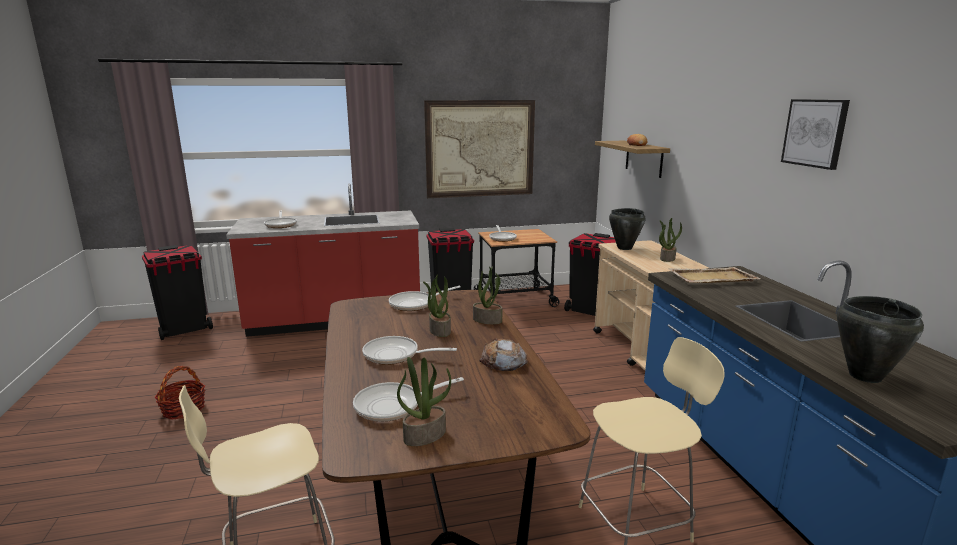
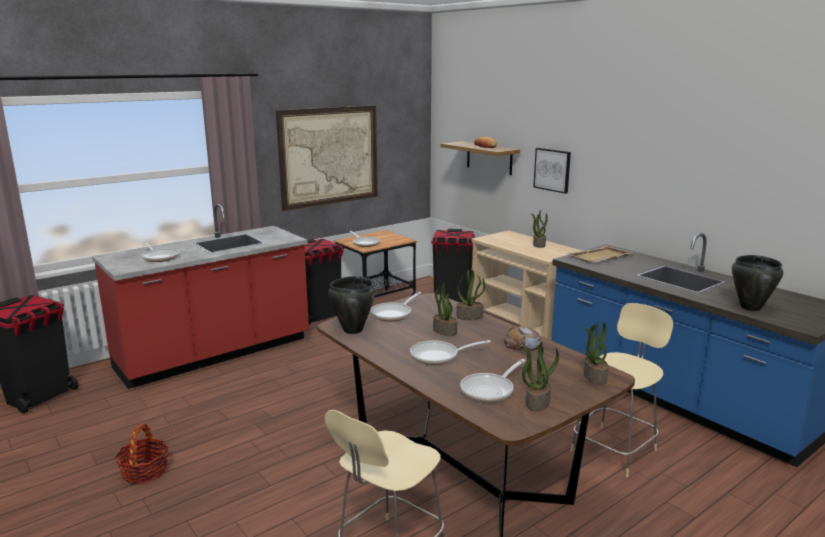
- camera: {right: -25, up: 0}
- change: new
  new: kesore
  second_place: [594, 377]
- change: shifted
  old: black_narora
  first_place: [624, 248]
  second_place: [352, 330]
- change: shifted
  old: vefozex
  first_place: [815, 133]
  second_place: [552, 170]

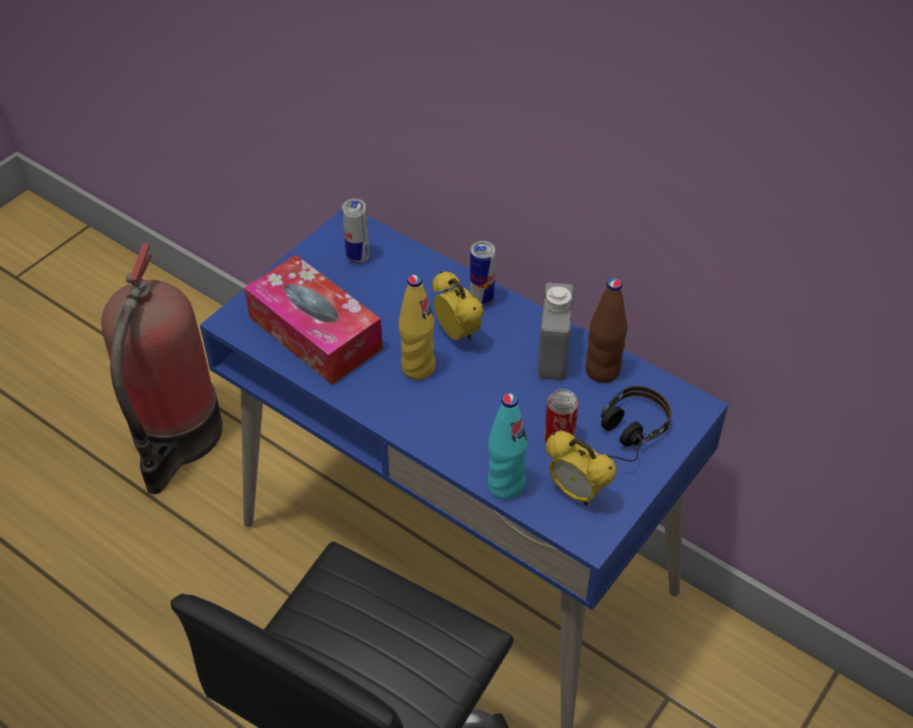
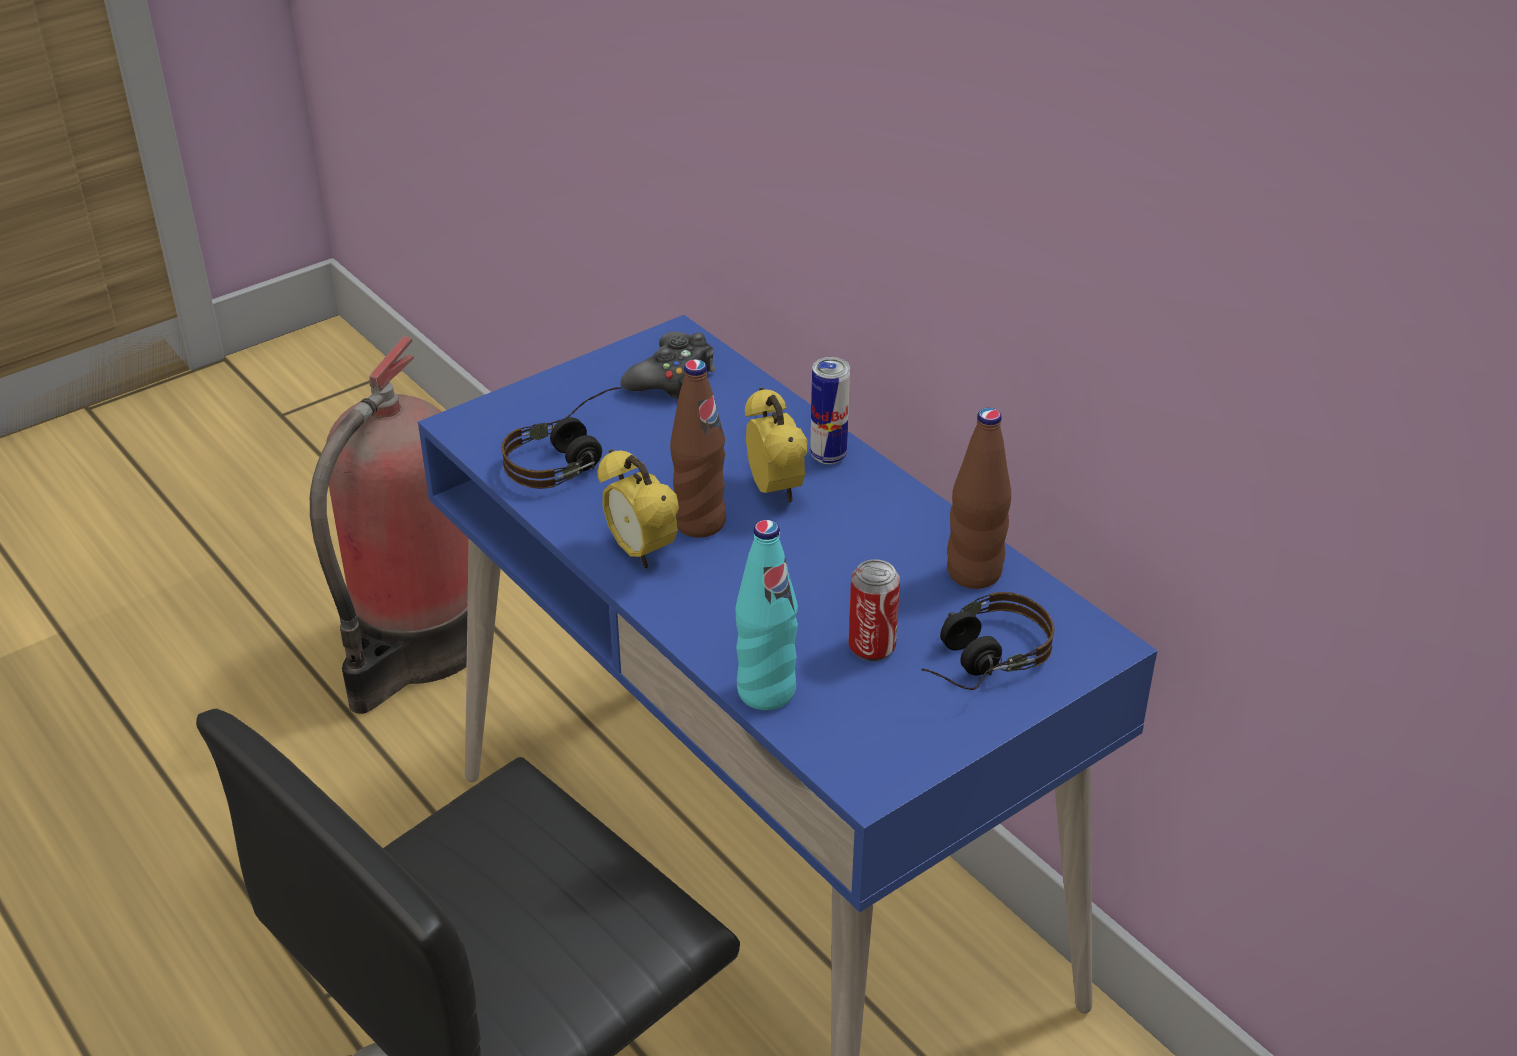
- camera: {right: 15, up: -10}
- change: gone
  old: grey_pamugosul
  first_place: [553, 355]
- change: shifted
  old: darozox
  first_place: [576, 492]
  second_place: [641, 552]
- change: swapped
  old: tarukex
  new: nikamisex
  first_place: [315, 333]
  second_place: [571, 456]
- change: swapped
  old: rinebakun
  new: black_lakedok
  first_place: [358, 258]
  second_place: [672, 378]
- change: repainted
  old: yellow_pamugosul
  new: brown_pamugosul
  first_place: [418, 368]
  second_place: [699, 522]

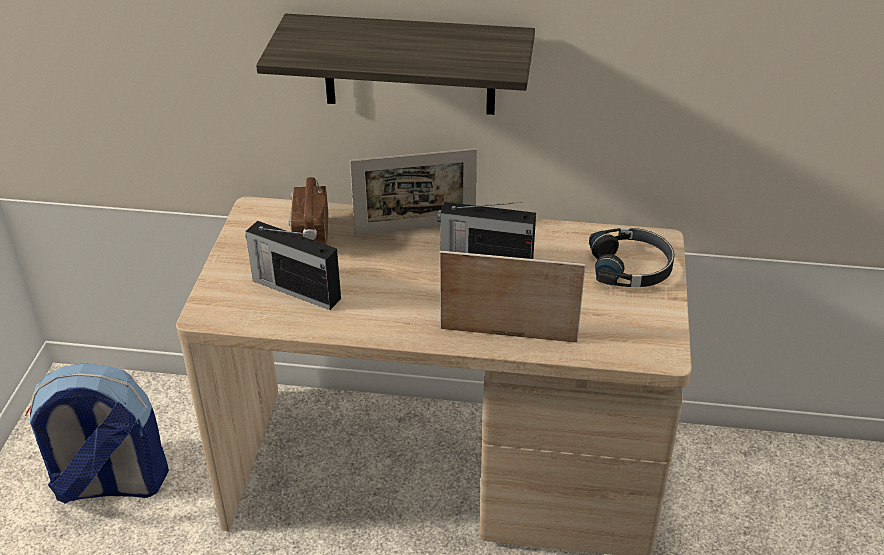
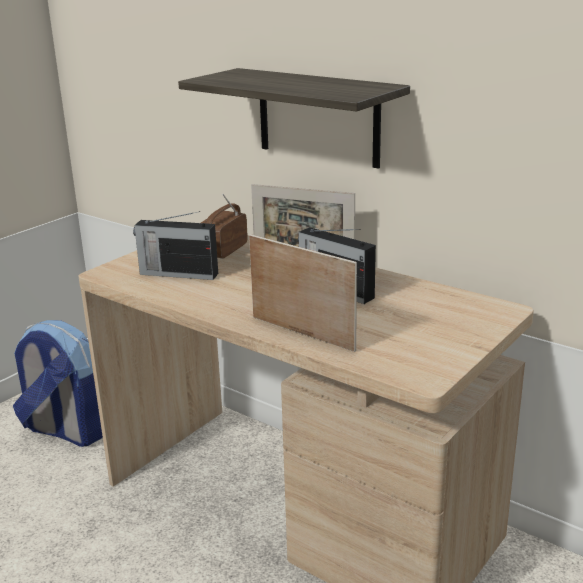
- camera: {right: 30, up: -15}
- change: gone
  old: black_nikamisex
  first_place: [631, 267]
- change: rotated
  old: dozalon
  first_place: [295, 289]
  second_place: [177, 273]
  degrees: -45

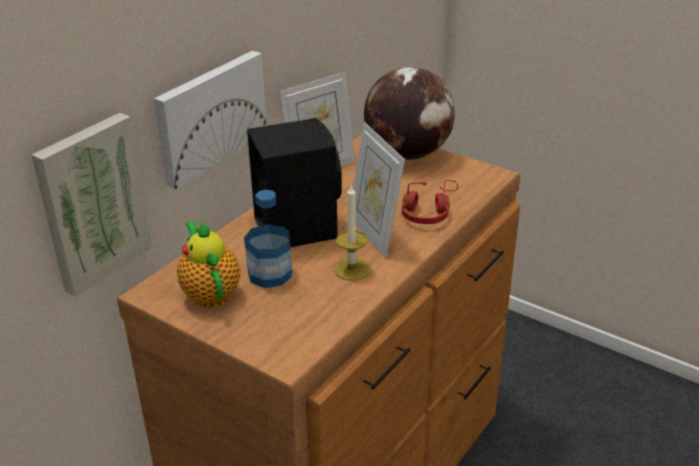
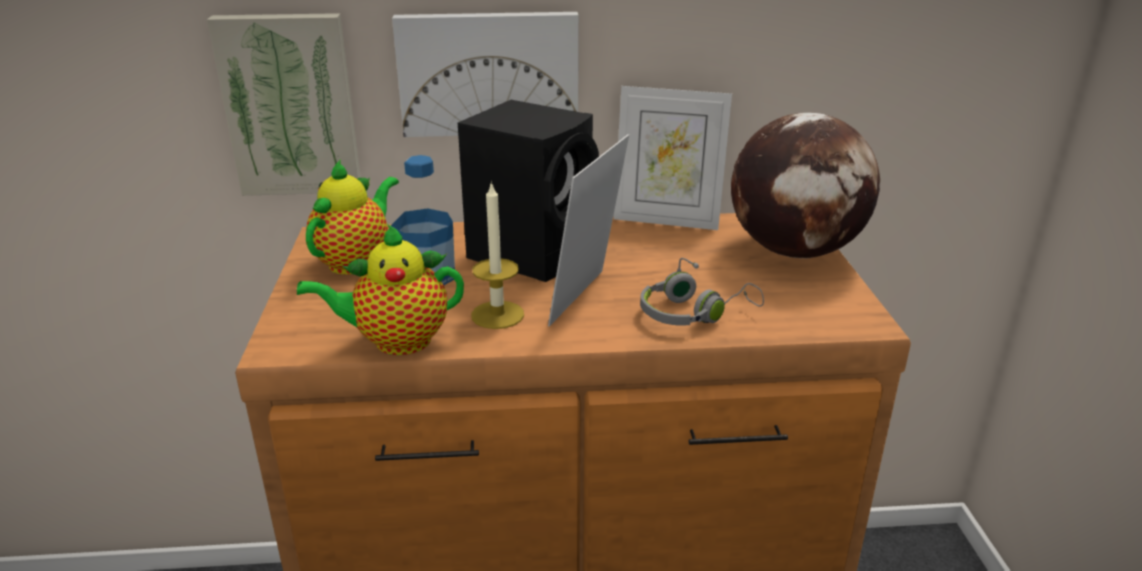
- camera: {right: 50, up: -5}
- change: new
  new: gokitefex
  second_place: [396, 341]
- change: repainted
  old: red_nikamisex
  new: grey_nikamisex
  first_place: [428, 212]
  second_place: [693, 313]

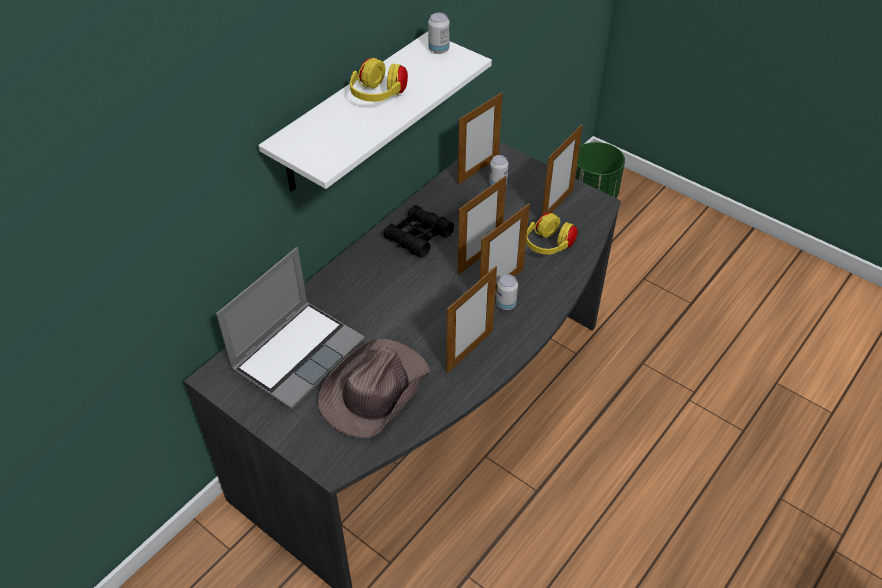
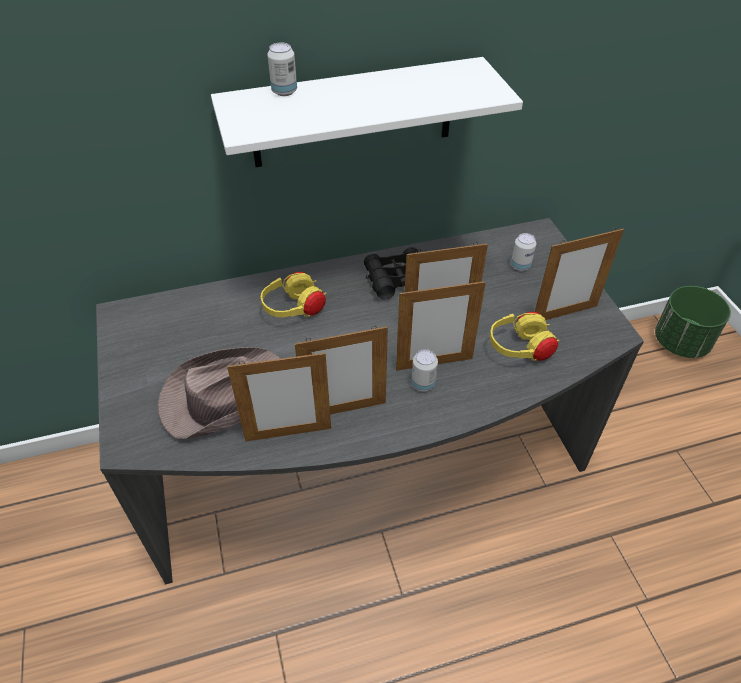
- camera: {right: 35, up: 0}
- change: gone
  old: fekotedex
  first_place: [298, 354]
- change: shifted
  old: yellow_nikamisex
  first_place: [379, 96]
  second_place: [294, 309]
- change: shifted
  old: rinebakun
  first_place: [438, 49]
  second_place: [284, 91]
- change: shifted
  old: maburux
  first_place: [478, 170]
  second_place: [288, 434]

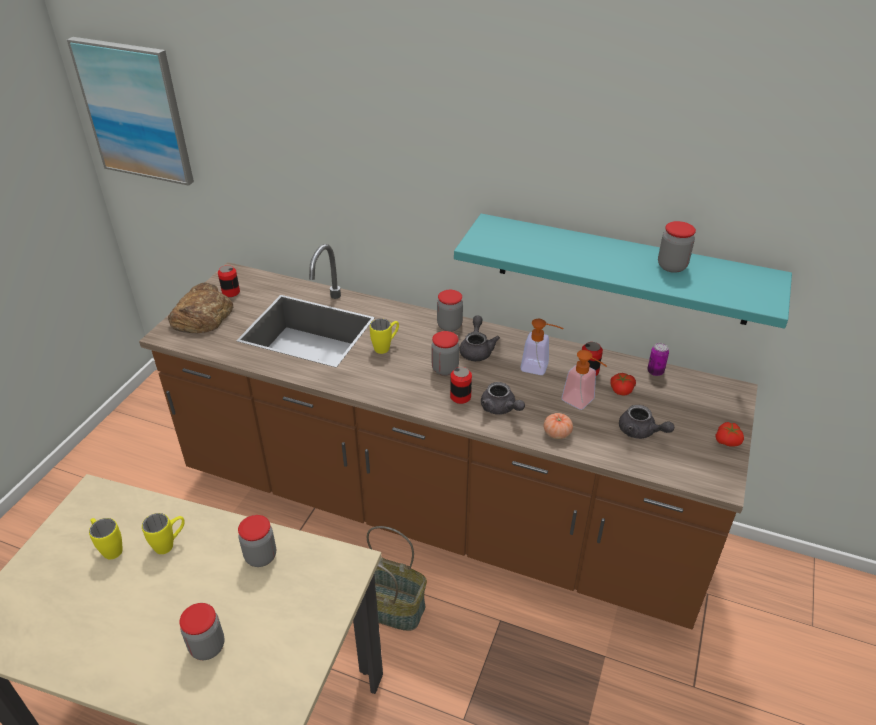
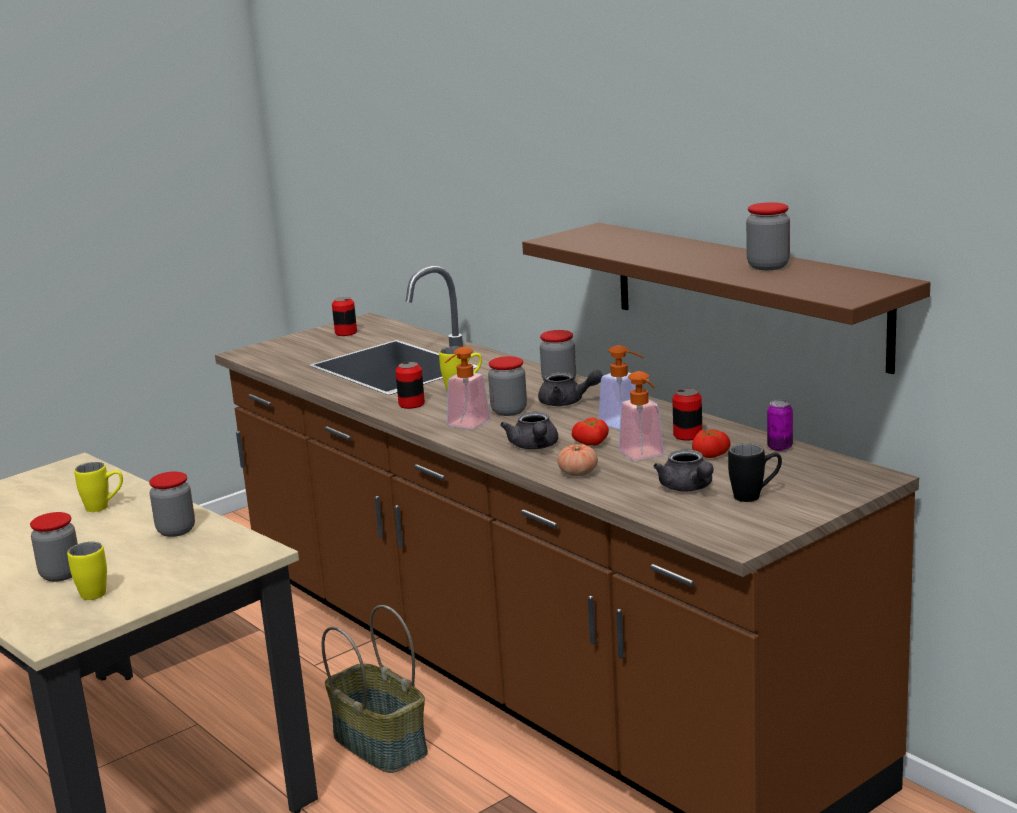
- camera: {right: 30, up: -20}
- change: gone
  old: vefozex
  first_place: [135, 111]
- change: gone
  old: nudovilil
  first_place: [202, 315]
- change: new
  new: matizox
  second_place: [464, 426]
- change: new
  new: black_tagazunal
  second_place: [755, 496]
- change: shifted
  old: yellow_tagazunal
  first_place: [109, 548]
  second_place: [92, 590]
- change: shifted
  old: rinebakun
  first_place: [460, 397]
  second_place: [411, 404]
- change: shifted
  old: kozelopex
  first_place: [728, 441]
  second_place: [591, 443]
- change: repainted
  old: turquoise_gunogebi
  new: brown_gunogebi
  first_place: [622, 269]
  second_place: [746, 293]
- change: rotated
  old: grey_gokitefex
  first_place: [476, 350]
  second_place: [567, 402]
  degrees: 75

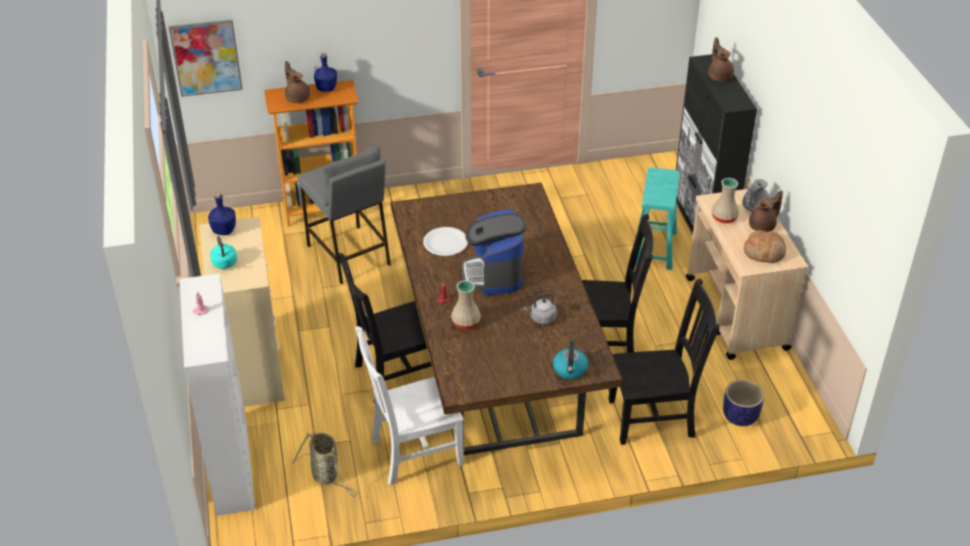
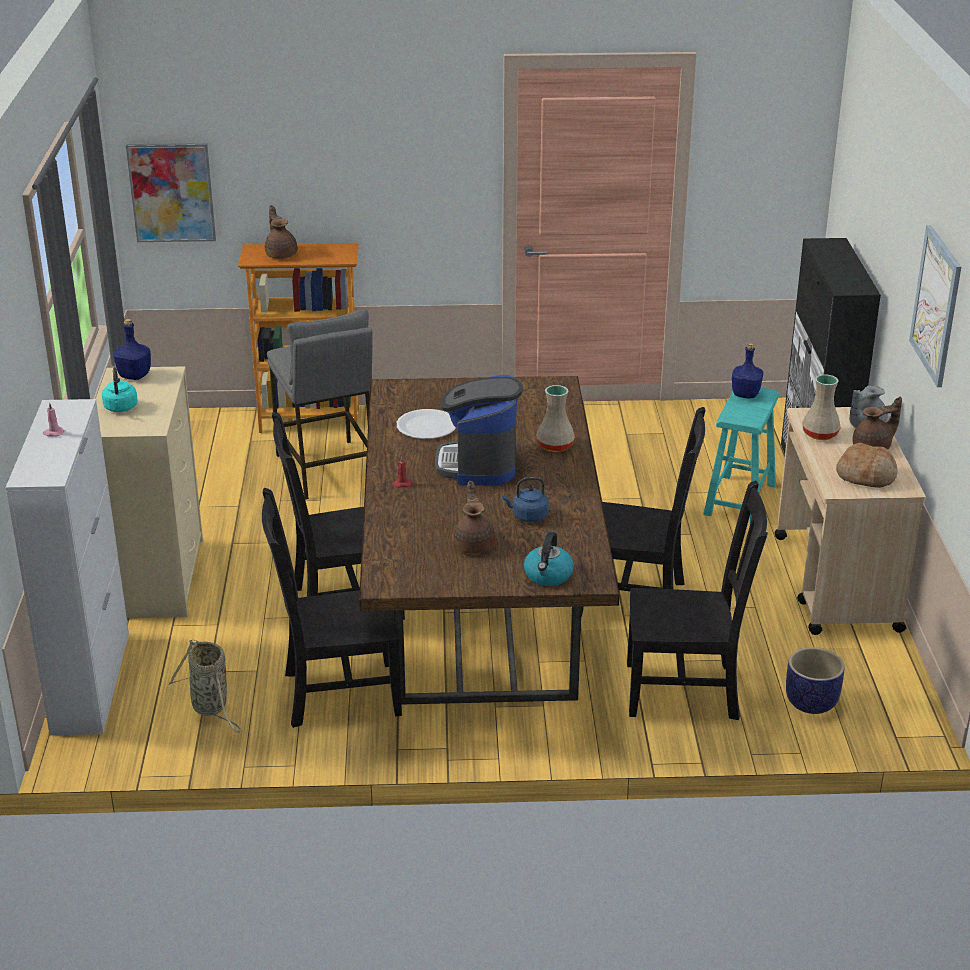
- camera: {right: 10, up: -10}
- change: new
  new: vefozex
  second_place: [936, 305]
- change: shifted
  old: blue_pamugosul
  first_place: [326, 89]
  second_place: [745, 395]
- change: shifted
  old: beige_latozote
  first_place: [466, 322]
  second_place: [555, 445]
- change: shifted
  old: brown_gokitefex
  first_place: [719, 76]
  second_place: [474, 544]
- change: repainted
  old: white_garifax
  new: black_garifax
  first_place: [413, 452]
  second_place: [337, 694]
- change: repainted
  old: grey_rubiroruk
  new: blue_rubiroruk
  first_place: [541, 318]
  second_place: [528, 516]

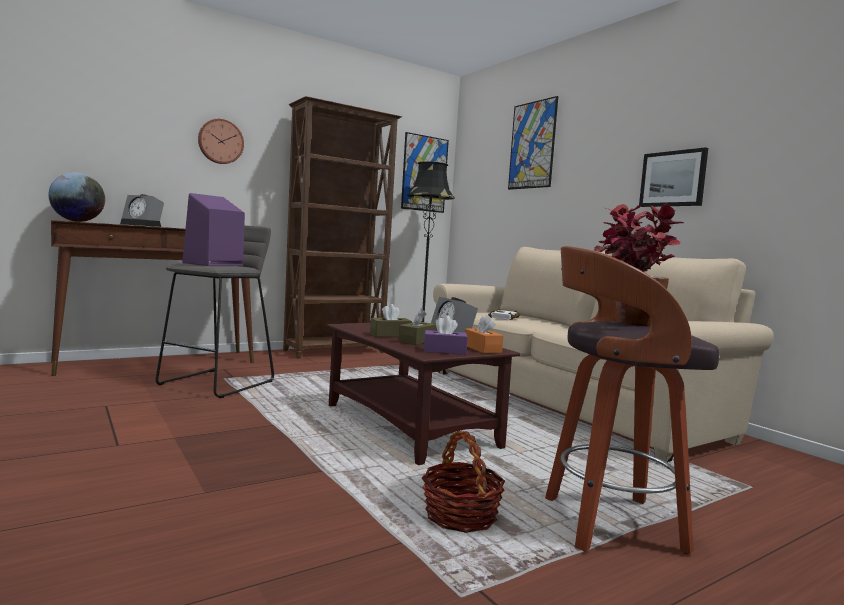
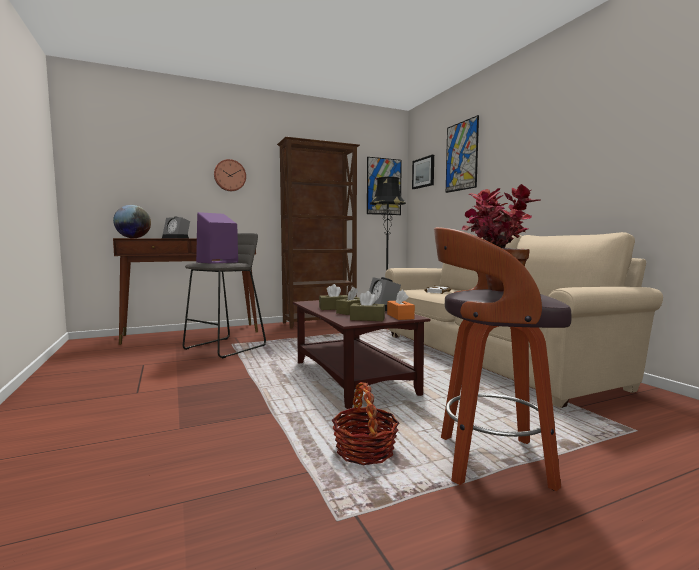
- camera: {right: 10, up: 0}
- change: shifted
  old: vefozex
  first_place: [673, 179]
  second_place: [423, 172]
- change: repainted
  old: purple_tarukex
  new: brown_tarukex
  first_place: [444, 351]
  second_place: [367, 319]

